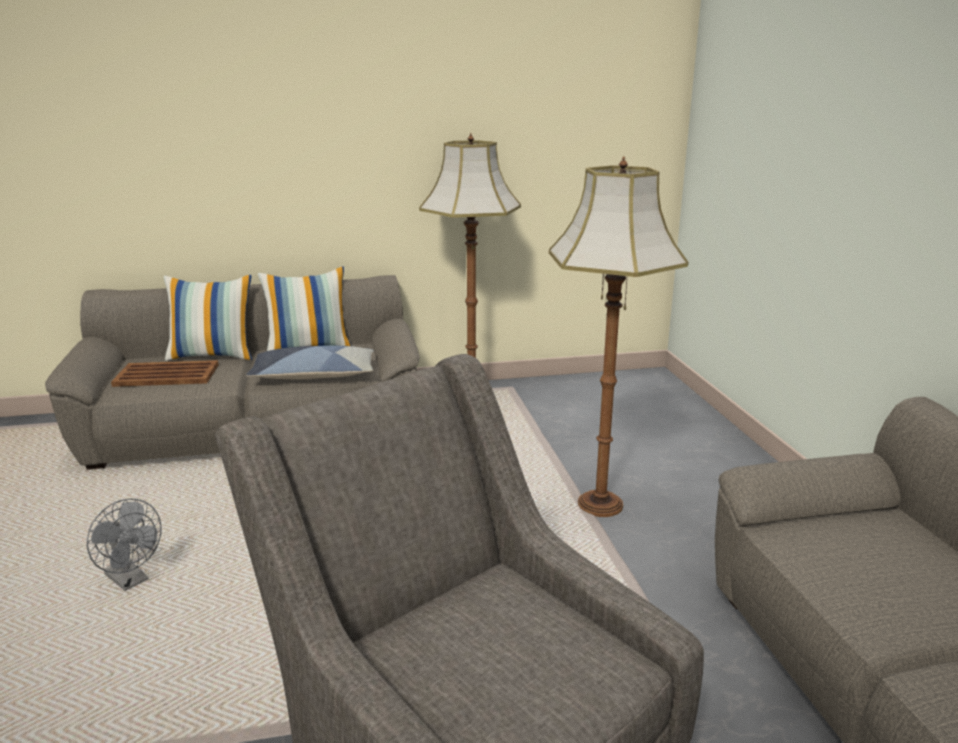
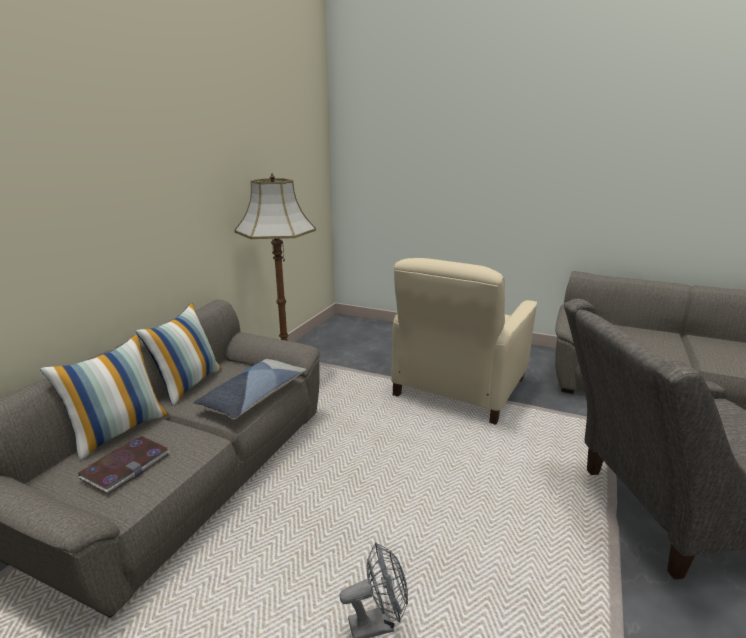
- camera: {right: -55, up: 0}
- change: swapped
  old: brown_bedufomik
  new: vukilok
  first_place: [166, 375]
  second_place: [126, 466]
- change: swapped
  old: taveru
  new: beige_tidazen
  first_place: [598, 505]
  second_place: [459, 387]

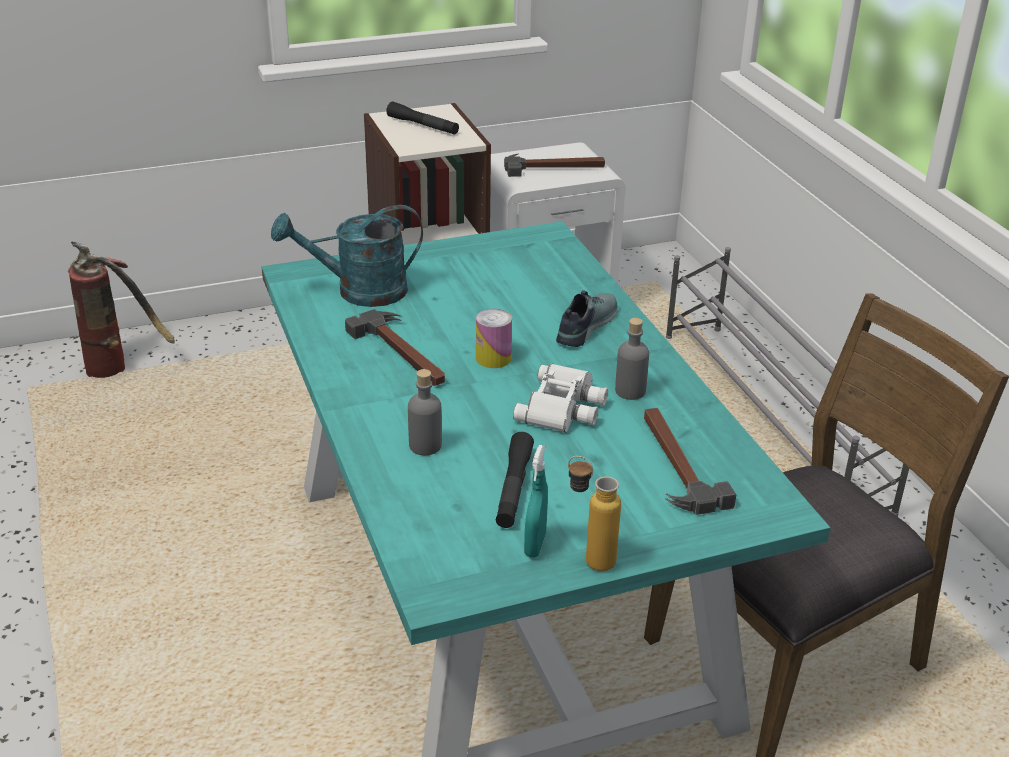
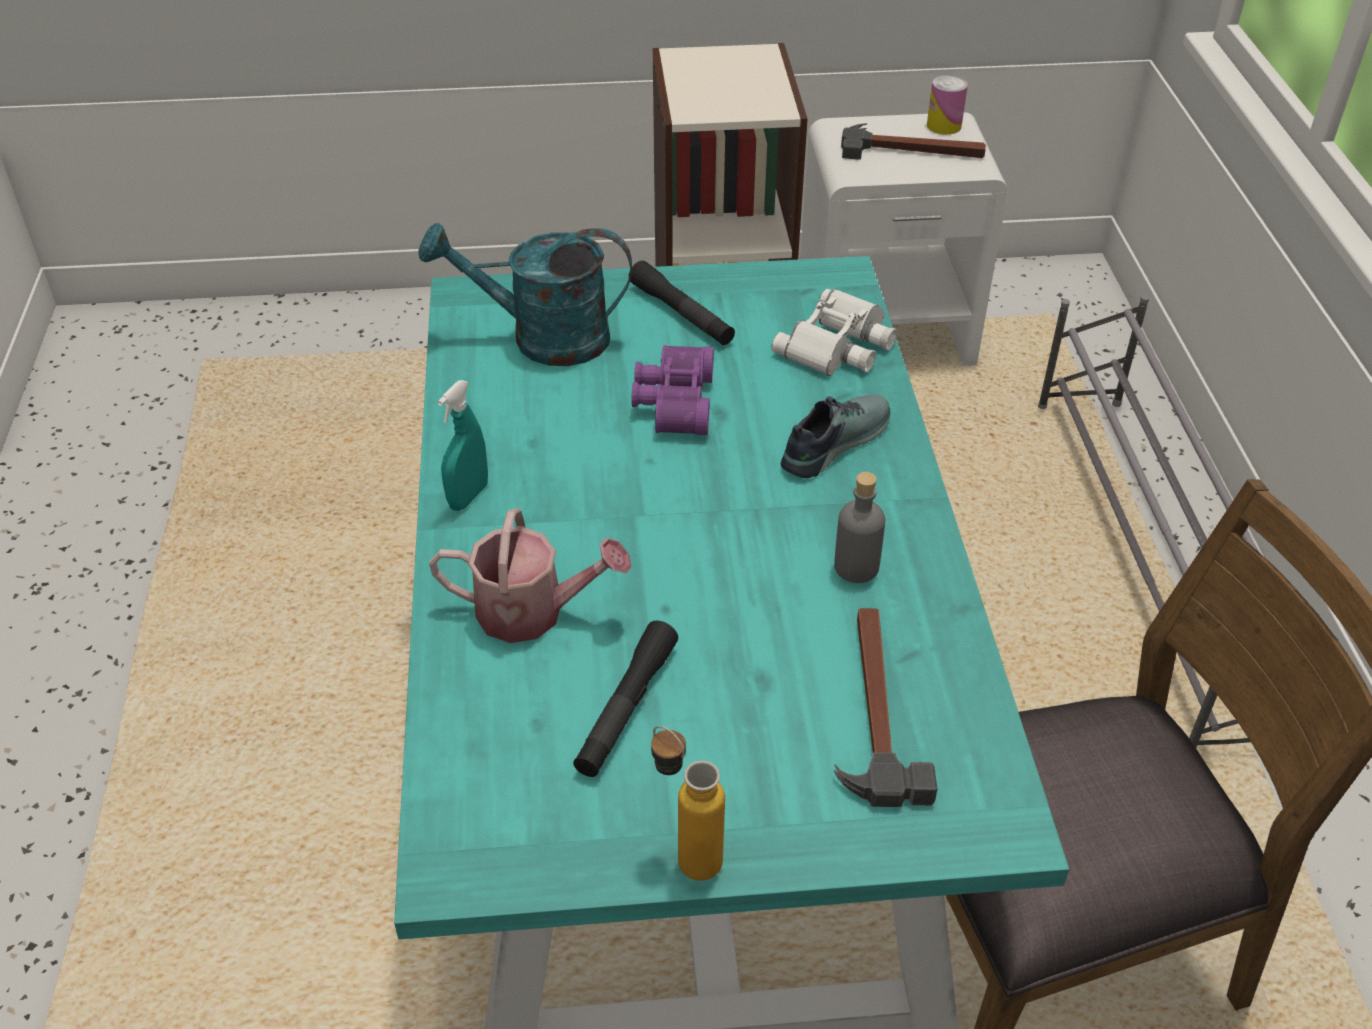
- camera: {right: 15, up: 10}
- change: gone
  old: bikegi
  first_place: [122, 367]
- change: gone
  old: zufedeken
  first_place: [402, 353]
- change: new
  new: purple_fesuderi
  second_place: [672, 402]
- change: shifted
  old: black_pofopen
  first_place: [423, 126]
  second_place: [681, 314]
- change: shifted
  old: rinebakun
  first_place: [493, 358]
  second_place: [944, 125]
- change: shifted
  old: white_fesuderi
  first_place: [564, 407]
  second_place: [839, 345]
- change: shifted
  old: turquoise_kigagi
  first_place: [535, 545]
  second_place: [468, 496]
- change: swapped
  old: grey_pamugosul
  new: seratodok
  first_place: [425, 445]
  second_place: [532, 612]

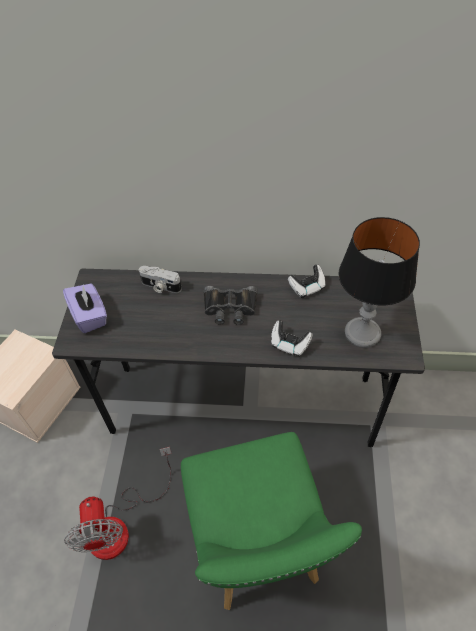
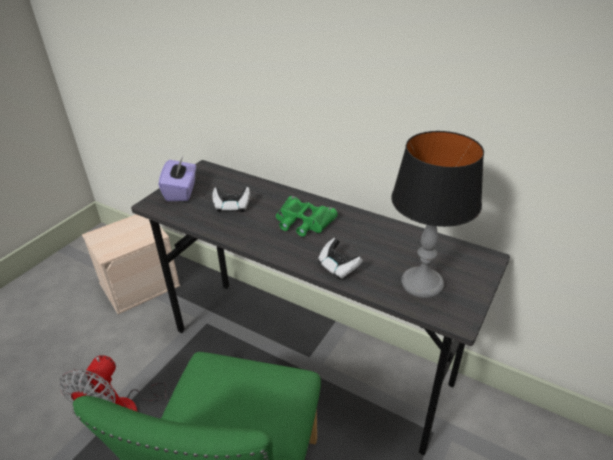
- camera: {right: 25, up: -15}
- change: gone
  old: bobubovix
  first_place: [160, 286]
- change: shifted
  old: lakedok
  first_place: [307, 287]
  second_place: [232, 207]
- change: repainted
  old: black_fesuderi
  new: green_fesuderi
  first_place: [230, 308]
  second_place: [303, 222]

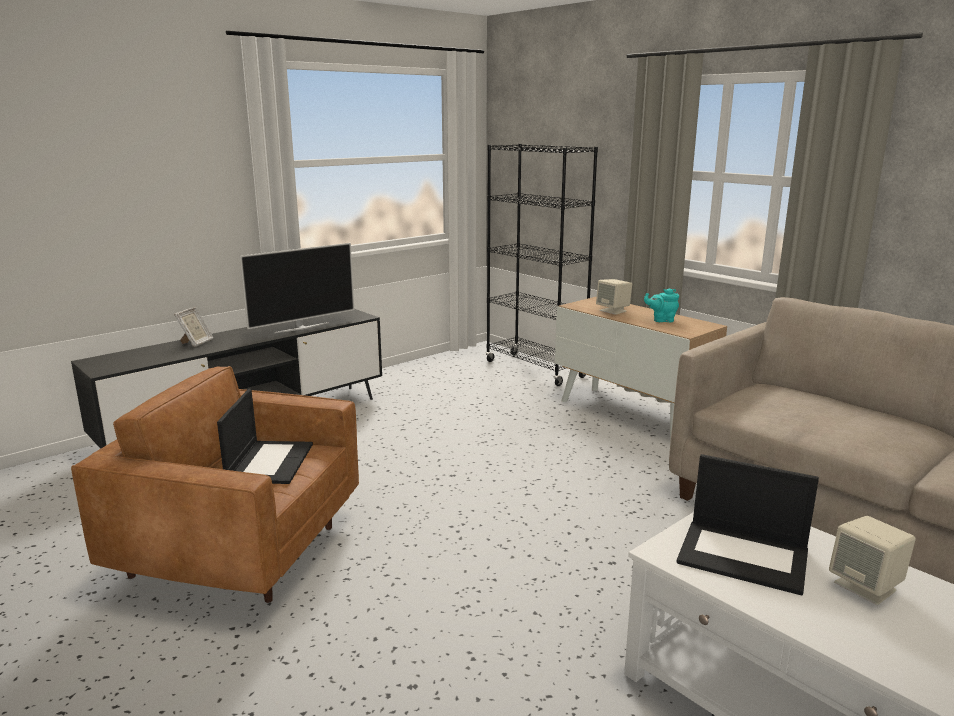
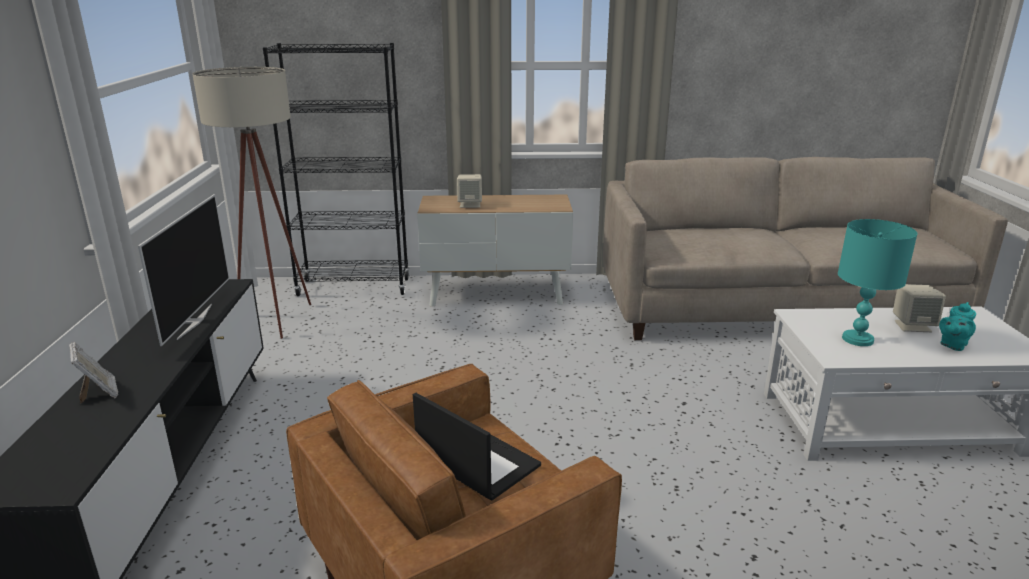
- camera: {right: -50, up: 5}
- change: new
  new: beige_taveru
  second_place: [277, 323]
- change: shifted
  old: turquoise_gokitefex
  first_place: [661, 320]
  second_place: [952, 345]
- change: swapped
  old: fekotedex
  new: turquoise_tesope
  first_place: [744, 556]
  second_place: [857, 339]

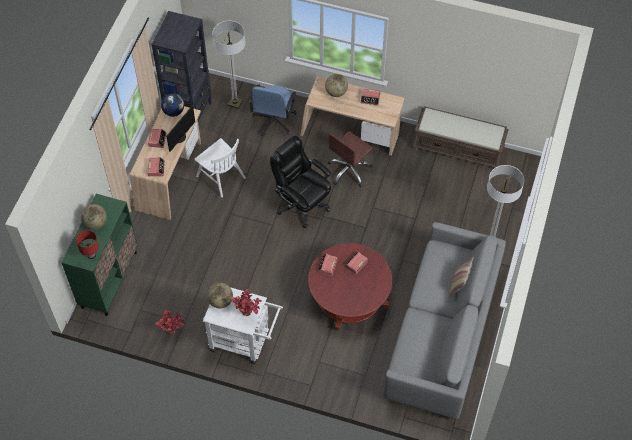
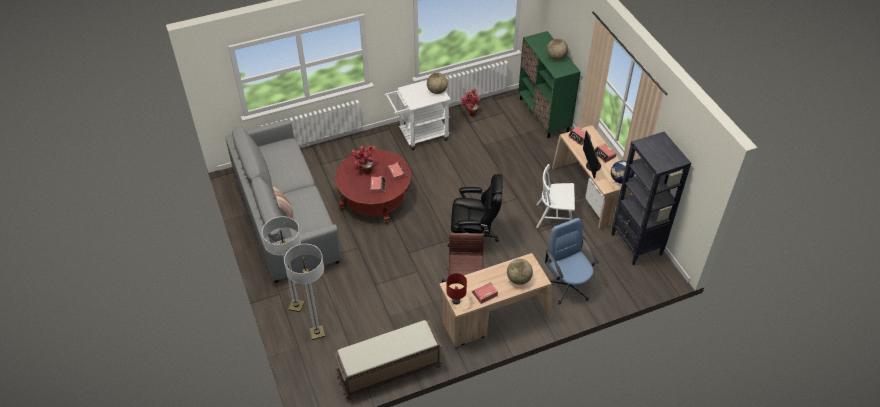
- camera: {right: 140, up: -10}
- change: shifted
  old: red_tesope
  first_place: [91, 255]
  second_place: [456, 301]
- change: shifted
  old: taveru
  first_place: [235, 102]
  second_place: [317, 333]
- change: shifted
  old: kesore
  first_place: [248, 315]
  second_place: [364, 171]

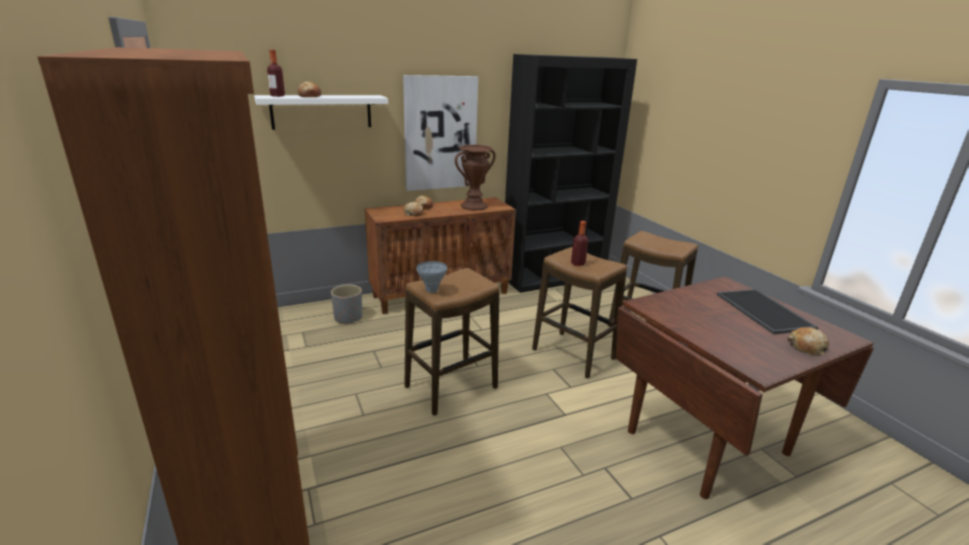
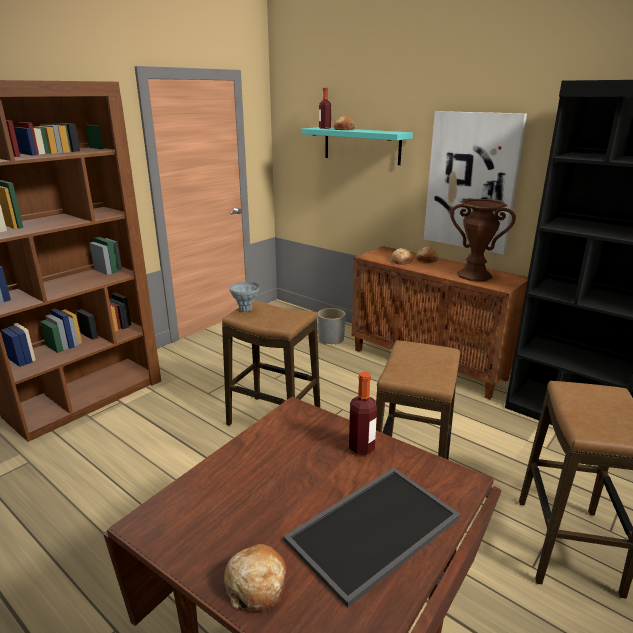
- camera: {right: 65, up: 0}
- change: shifted
  old: pamugosul
  first_place: [578, 264]
  second_place: [361, 448]
- change: repainted
  old: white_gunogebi
  new: turquoise_gunogebi
  first_place: [321, 111]
  second_place: [361, 145]

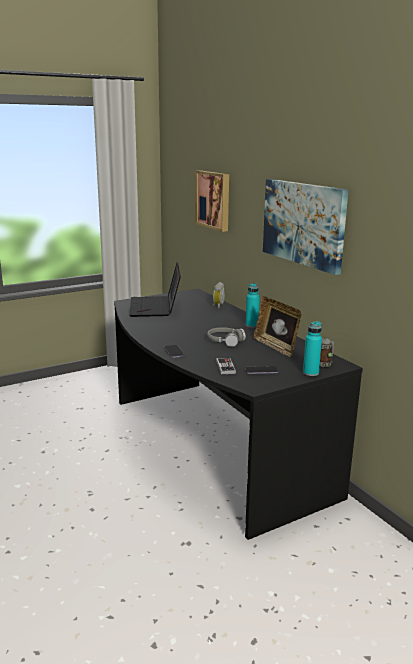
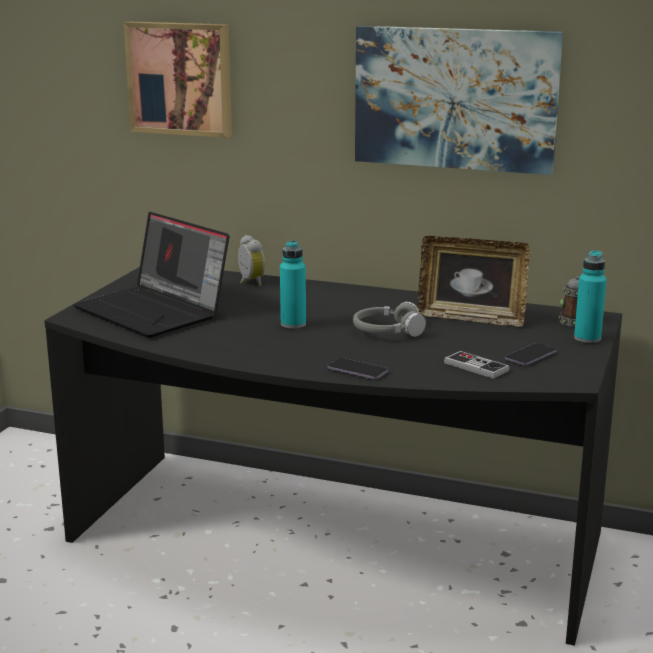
- camera: {right: -40, up: 0}
- change: shifted
  old: turquoise_pamugosul
  first_place: [251, 325]
  second_place: [293, 324]

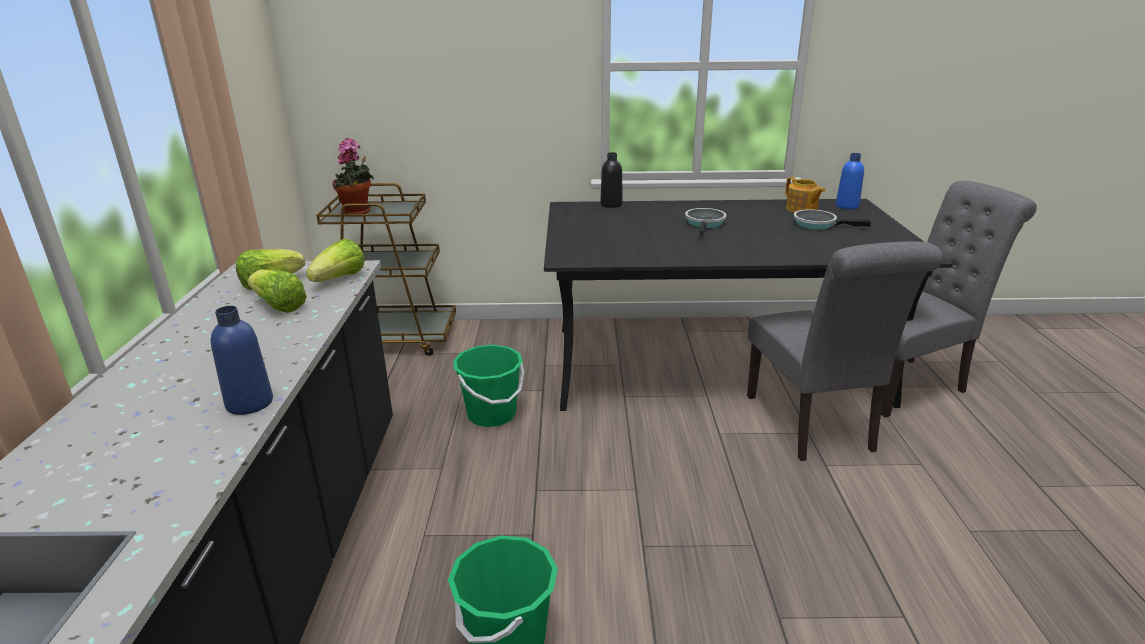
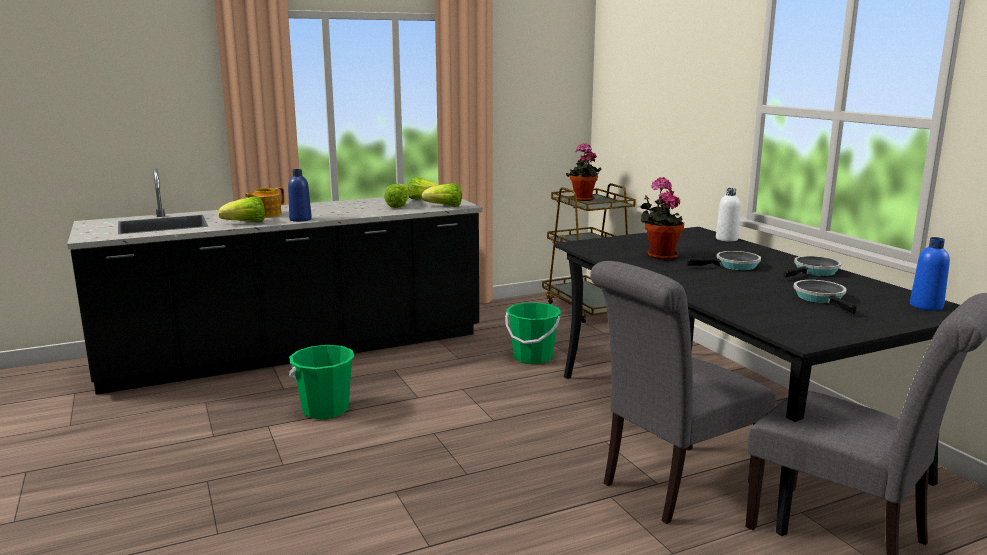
- camera: {right: 65, up: -10}
- change: new
  new: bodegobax
  second_place: [246, 223]
- change: new
  new: kesore
  second_place: [659, 256]
- change: new
  new: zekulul
  second_place: [814, 271]
- change: shifted
  old: gokitefex
  first_place: [801, 209]
  second_place: [266, 215]
- change: repainted
  old: black_pamugosul
  new: white_pamugosul
  first_place: [611, 205]
  second_place: [726, 239]

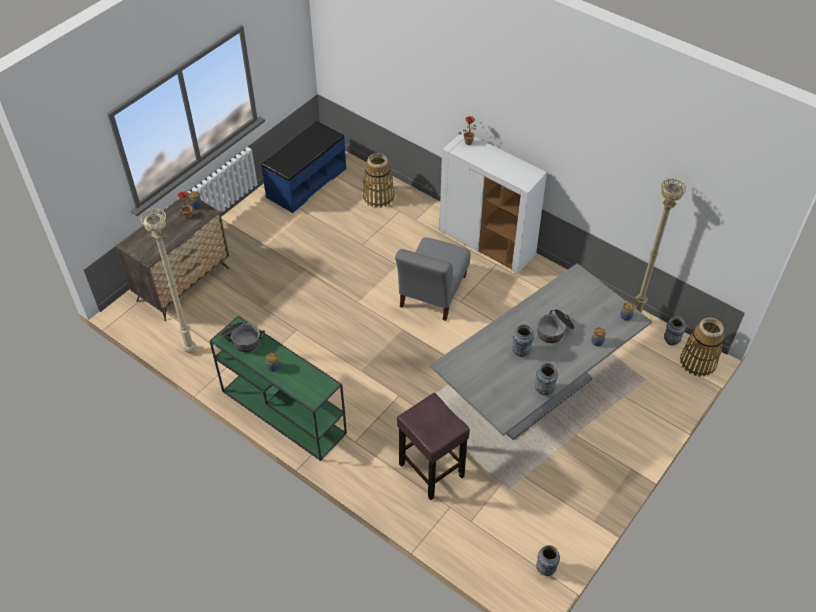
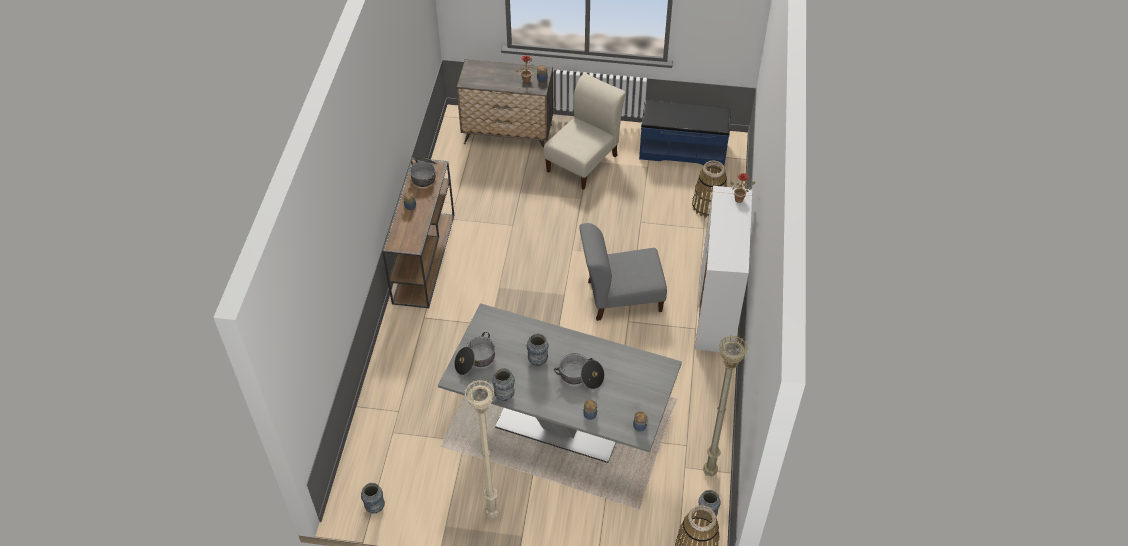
- camera: {right: 60, up: 0}
- change: gone
  old: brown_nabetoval
  first_place: [430, 469]
- change: new
  new: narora
  second_place: [475, 360]
- change: new
  new: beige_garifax
  second_place: [584, 161]
- change: shifted
  old: beige_taveru
  first_place: [191, 350]
  second_place: [492, 514]
- change: repainted
  old: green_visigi
  new: brown_visigi
  first_place: [282, 411]
  second_place: [424, 257]

